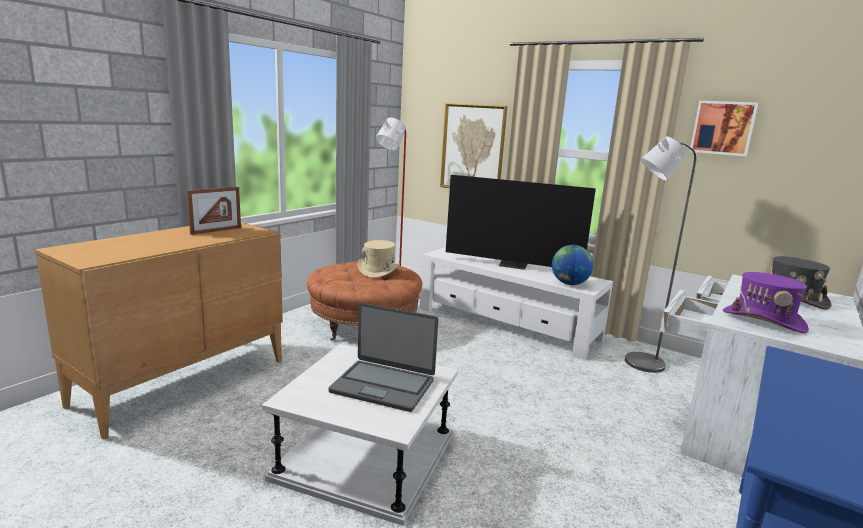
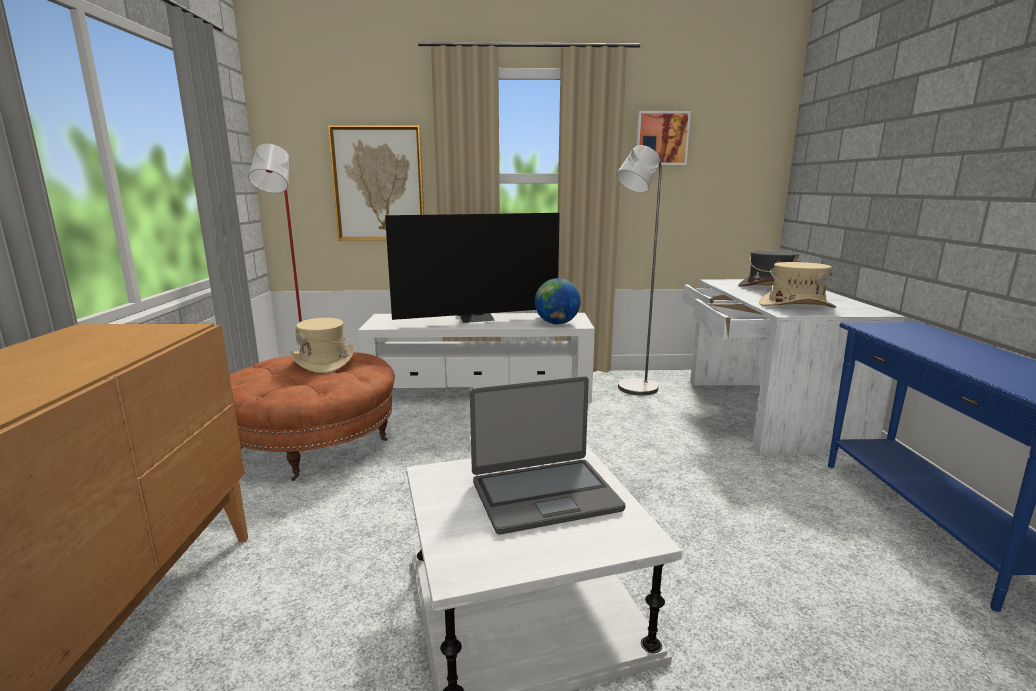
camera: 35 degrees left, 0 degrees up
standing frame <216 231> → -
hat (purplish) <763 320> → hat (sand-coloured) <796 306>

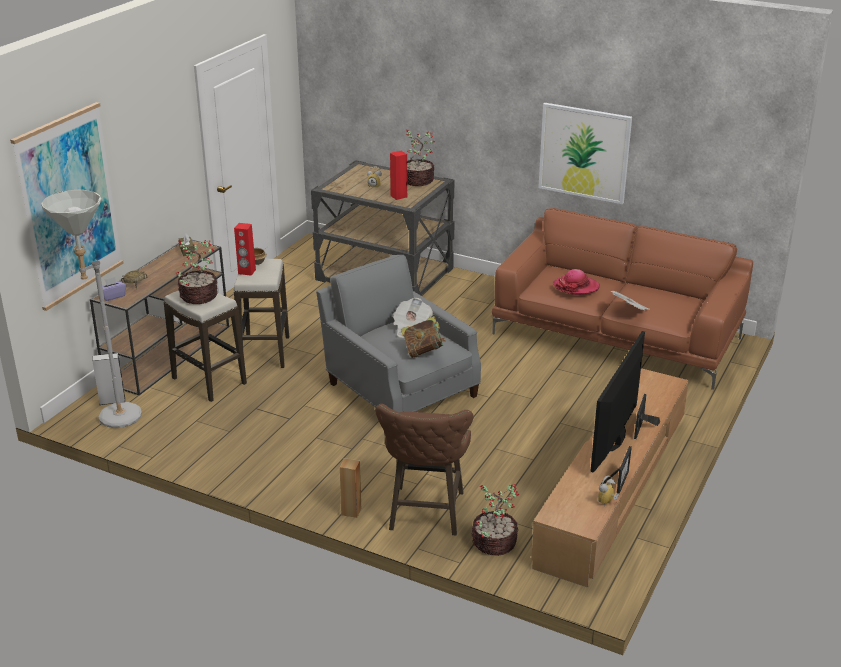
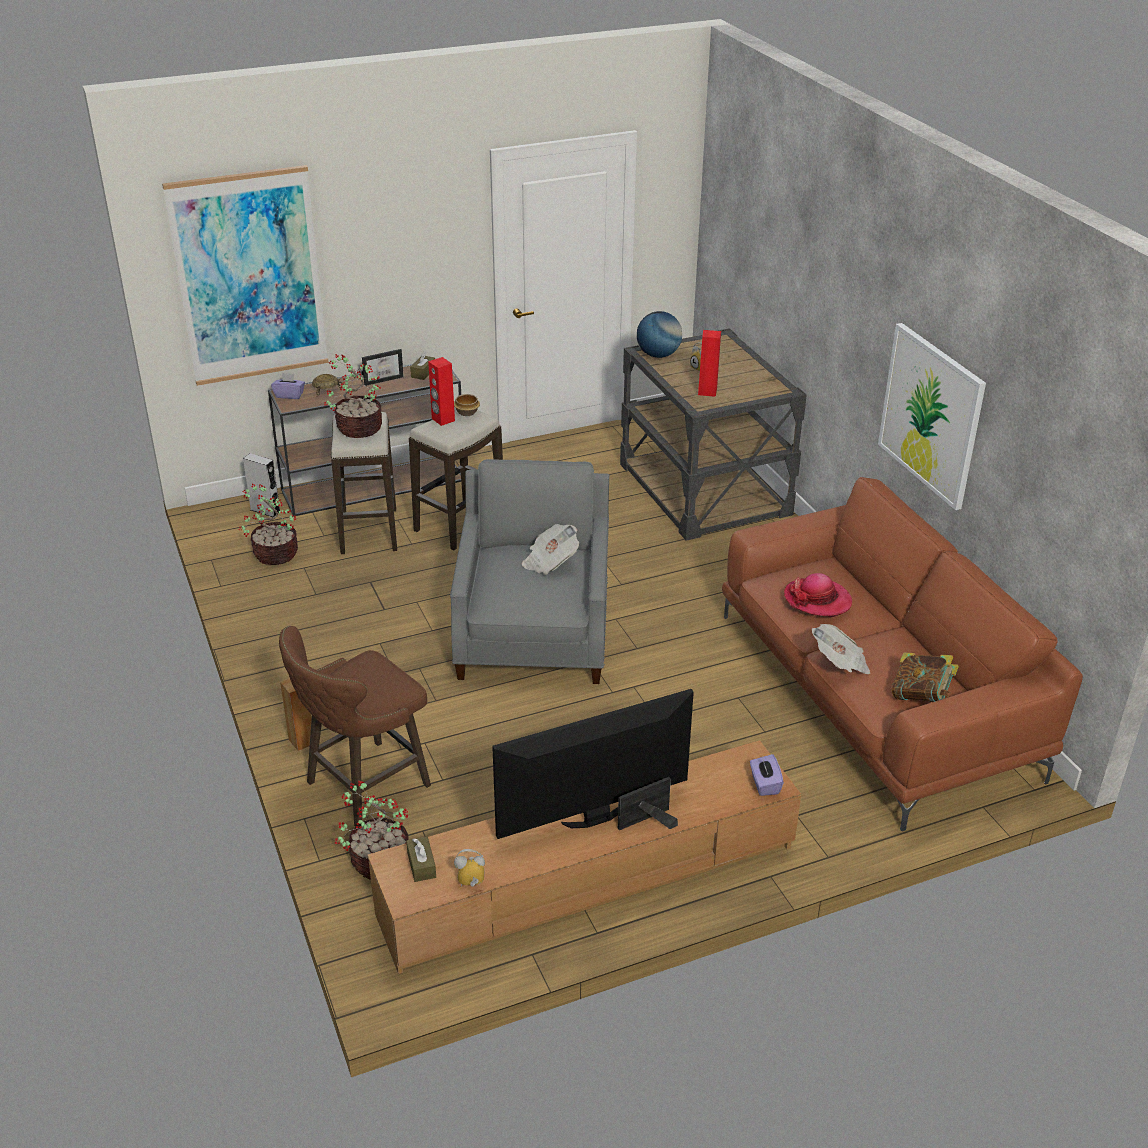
camera: 40 degrees right, 5 degrees up
standing lamp (gray) <111 419> → -
- → tissue holder (brown-coloured) <421 865>
- → world globe <658 355>
- → tissue holder (purplish) <764 784>
book <423 351> → book <921 696>, relocated
plant in a pot <417 181> → plant in a pot <274 554>, relocated
standing frame <618 481> → standing frame <383 379>, relocated

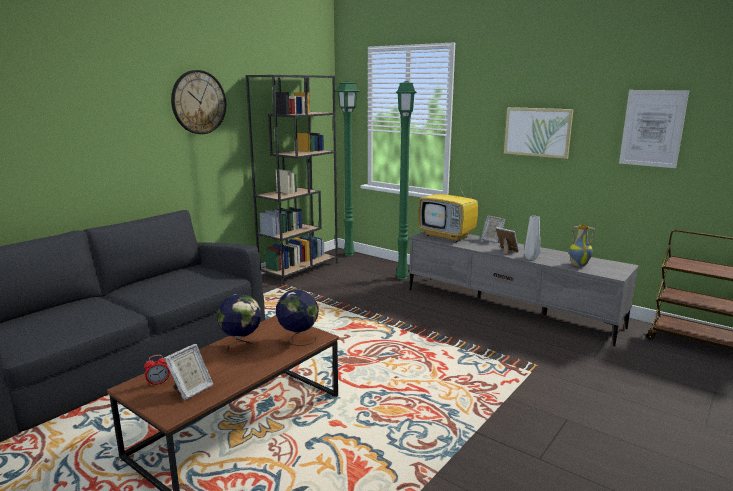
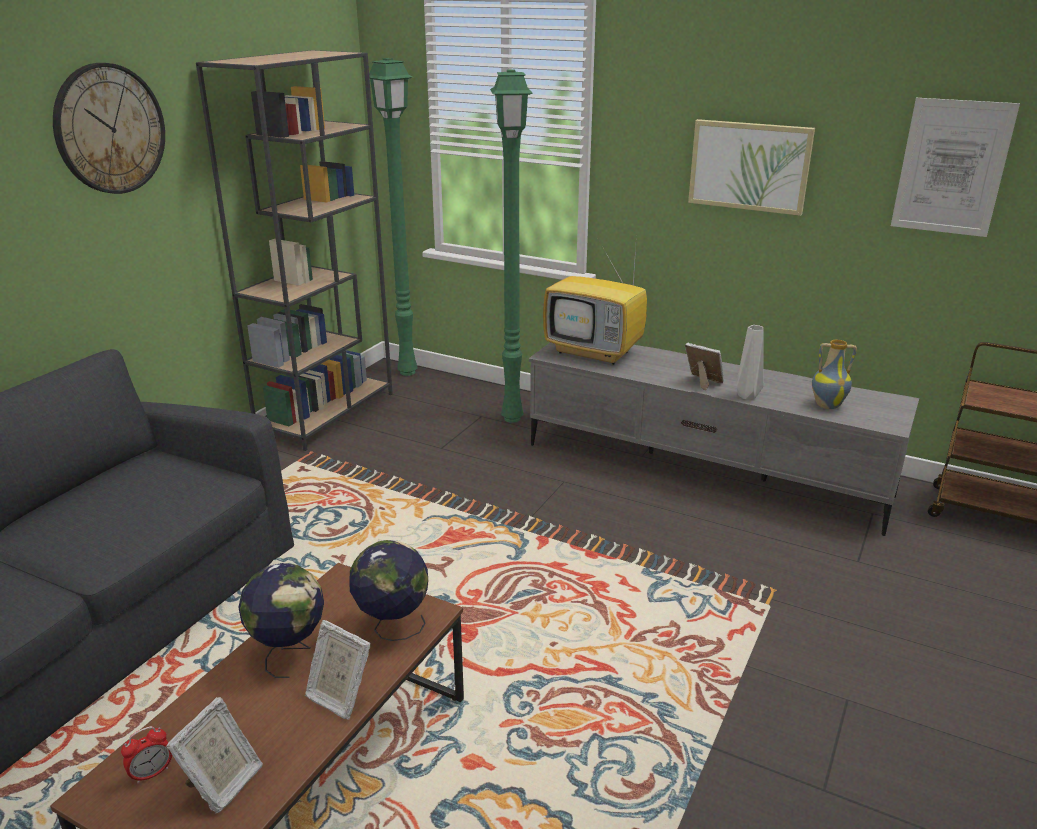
camera: 10 degrees left, 10 degrees up
standing frame <491 240> → standing frame <339 696>, relocated

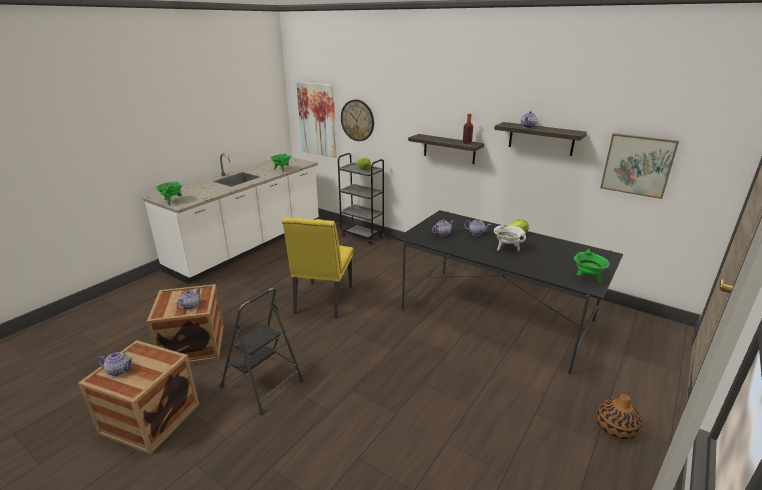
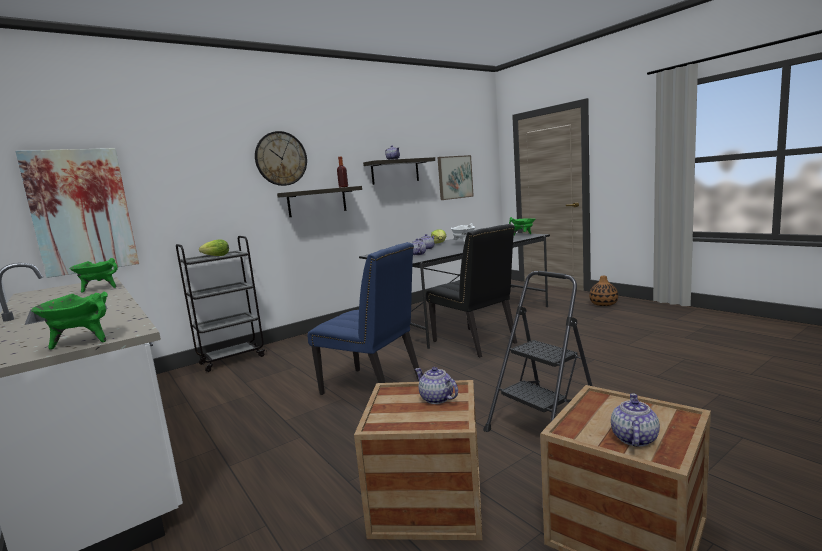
camera: 70 degrees left, 15 degrees down
- → plain chair (black-coloured) <473 342>
wall clock <357 120> → wall clock <281 158>, relocated
plain chair (yellowish) <323 299> → plain chair (bluish) <371 387>

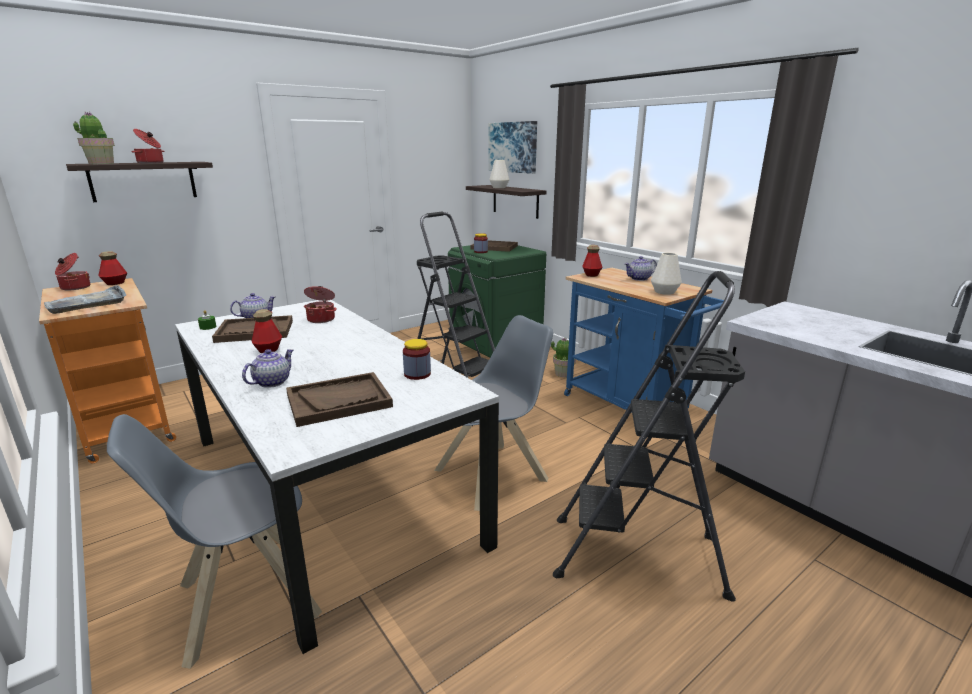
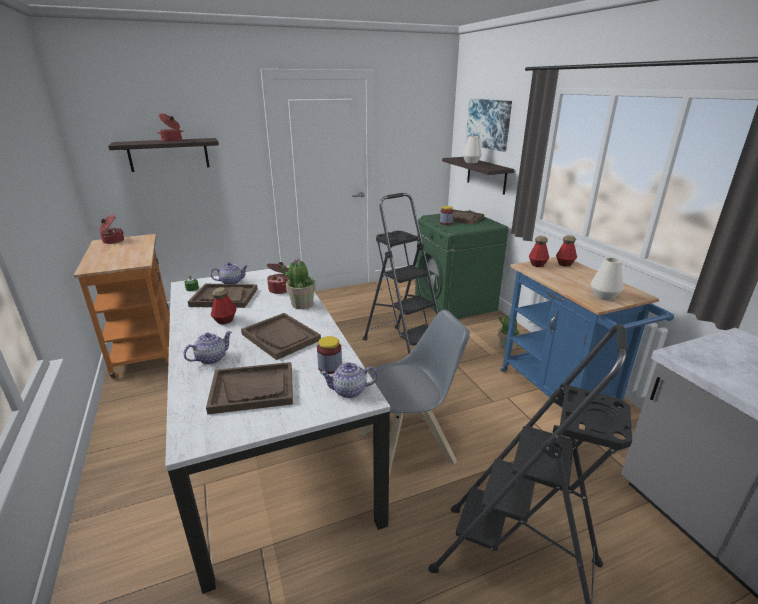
camera: 15 degrees right, 5 degrees up
carrying tray (gray) <87 303> → -
plain chair (gray) <243 601> → -
- → carrying tray (brown-coloured) <281 337>
plant in a pot <101 163> → plant in a pot <302 304>, relocated
beverage bottle <115 283> → beverage bottle <565 264>, relocated
teapot <639 279> → teapot <349 391>, relocated

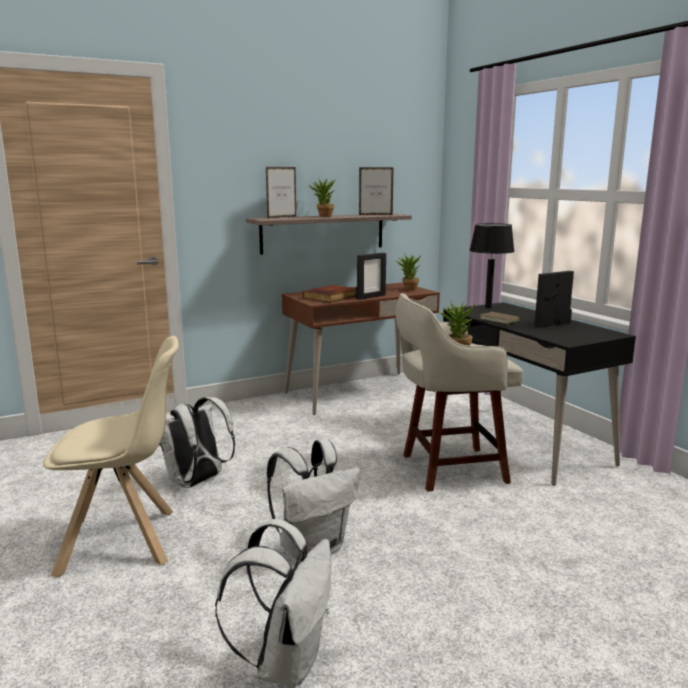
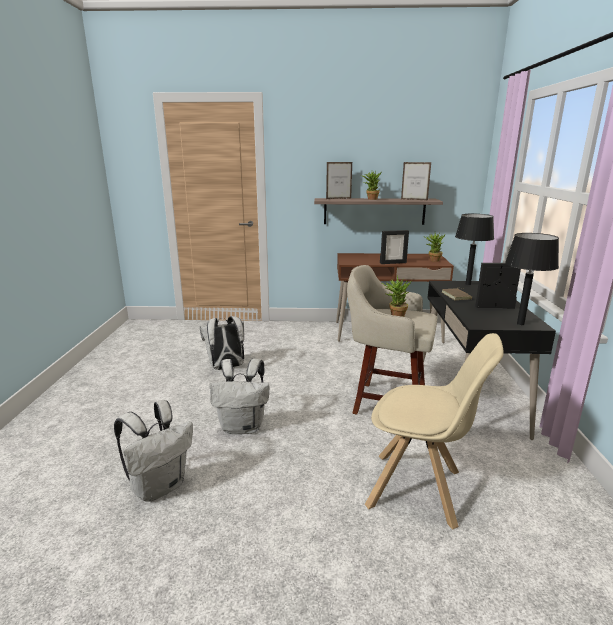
camera: 30 degrees right, 5 degrees up
book <331 297> → -
- → table lamp (black-coloured) <520 323>
plain chair (sand-coloured) <125 541> → plain chair (sand-coloured) <420 489>, relocated

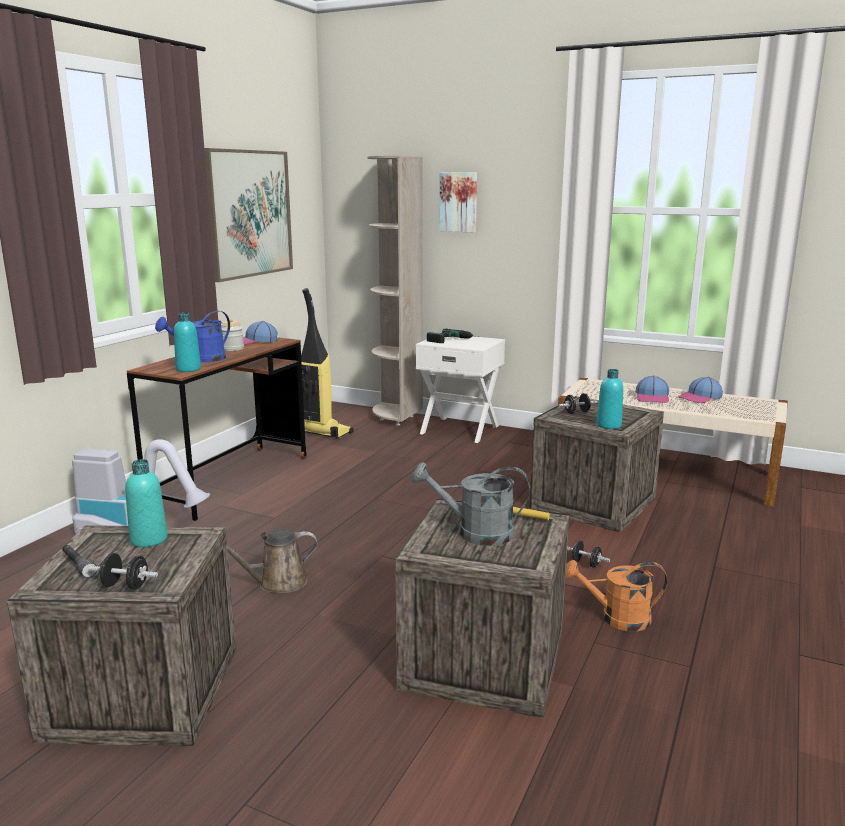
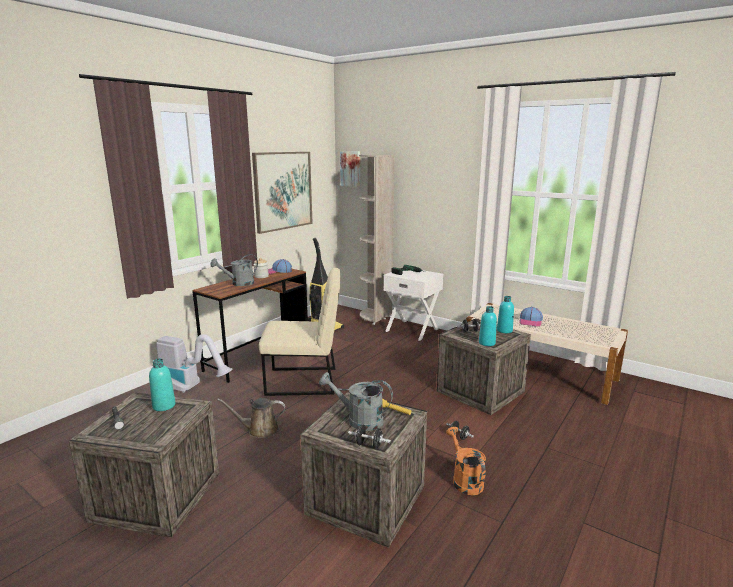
camera: 10 degrees right, 0 degrees up
peaked cap <700 398> → -
- → plain chair (sand-coloured) <304 381>
free weight (black-coloured) <125 586> → free weight (black-coloured) <369 445>, relocated
beverage bottle (turquoise) <188 369> → beverage bottle (turquoise) <504 330>, relocated
wall art <459 202> → wall art <351 168>, relocated
watering can (bluish) <201 359> → watering can (gray) <239 284>
watering can (orangey) <616 619> → watering can (orangey) <464 480>, 60 degrees clockwise

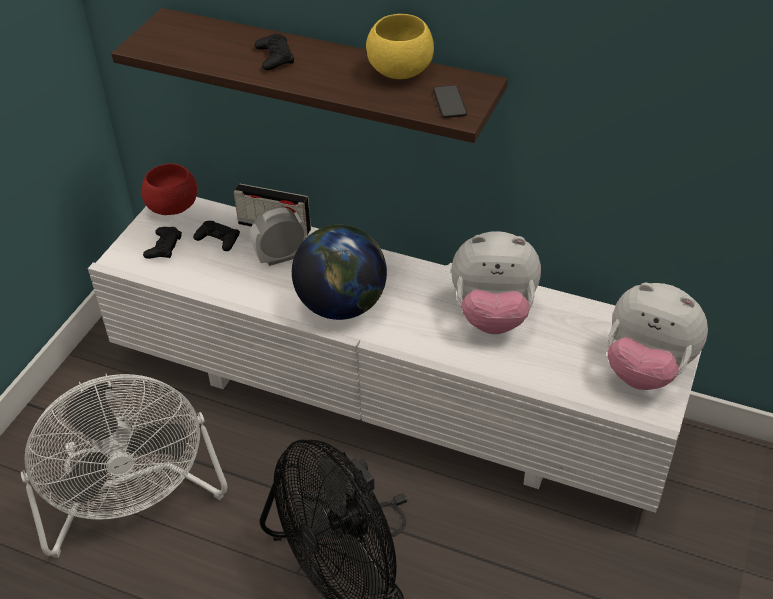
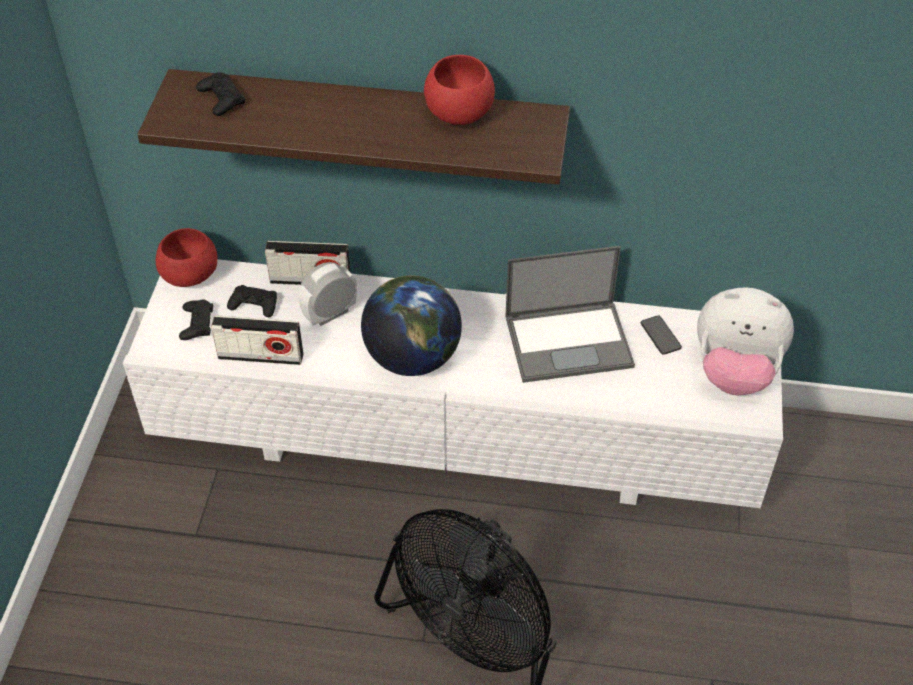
camera: 15 degrees left, 5 degrees up
fan (white) <125 501> → -
- → radio receiver <260 356>
game controller (black-coloured) <274 57> → game controller (black-coloured) <221 98>, relocated
handset <449 102> → handset <660 335>, relocated
soft toy <493 315> → portable computer <570 341>
serving bowl (yellowish) <399 72> → serving bowl (reddish) <458 115>

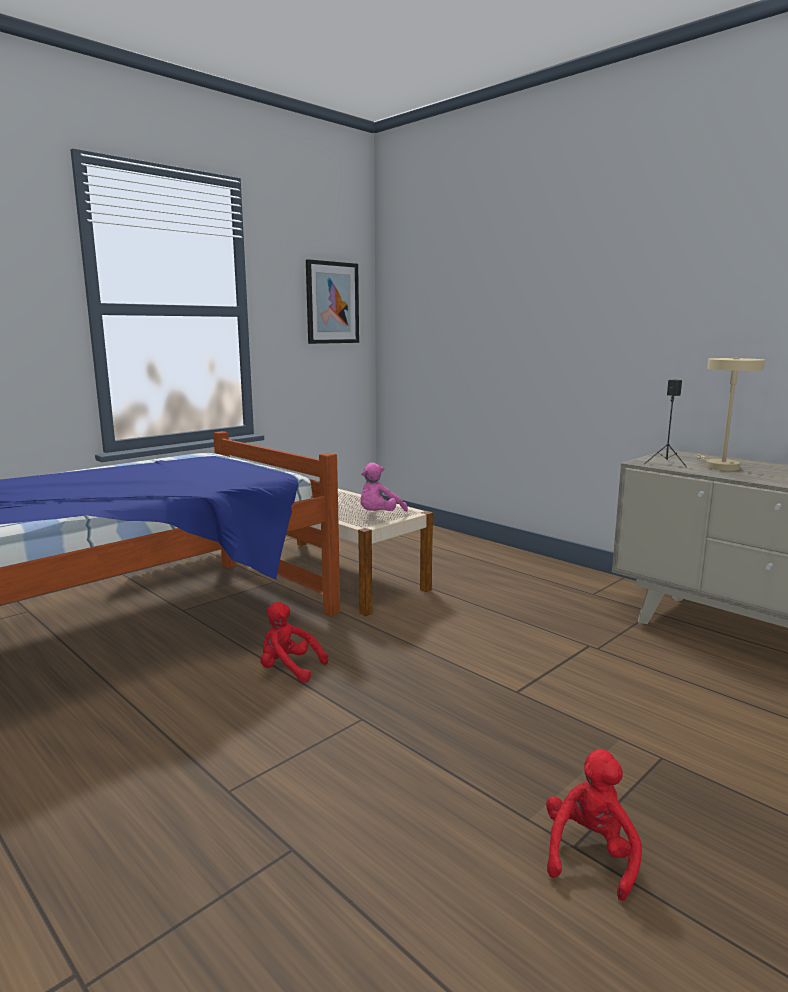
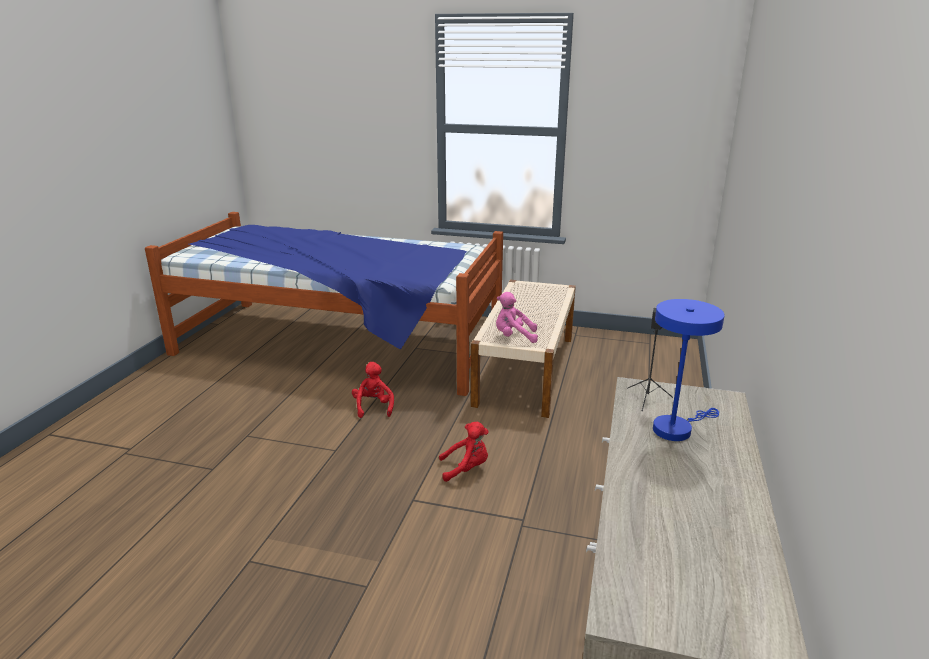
camera: 60 degrees right, 10 degrees up
wall art <332 303> → -
soft toy (reddish) <590 854> → soft toy (reddish) <466 468>, relocated
table lamp (sand-coloured) <719 466> → table lamp (bluish) <676 428>

